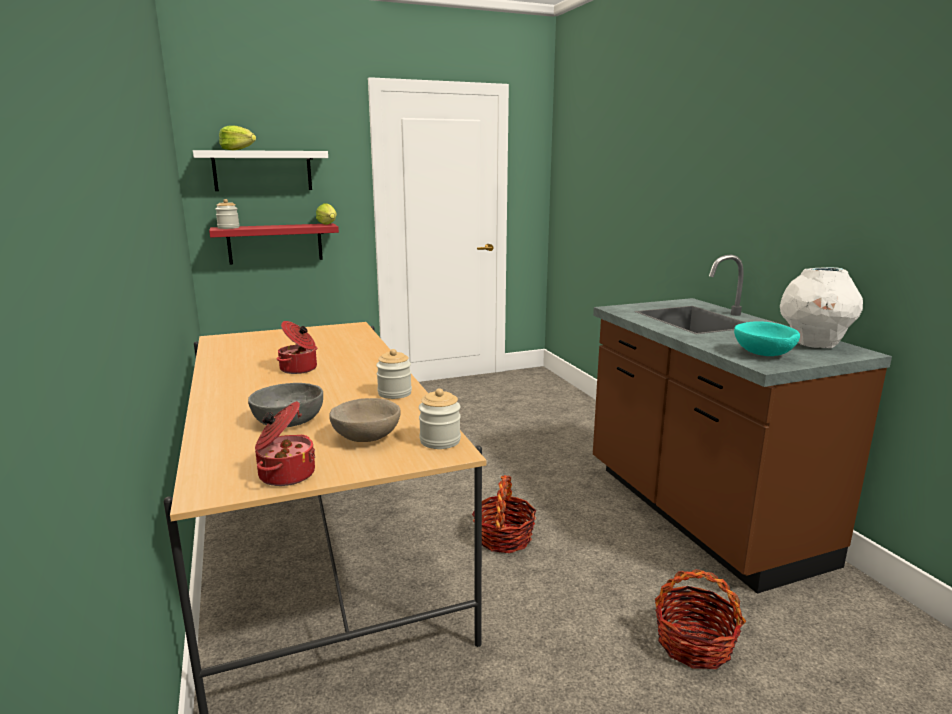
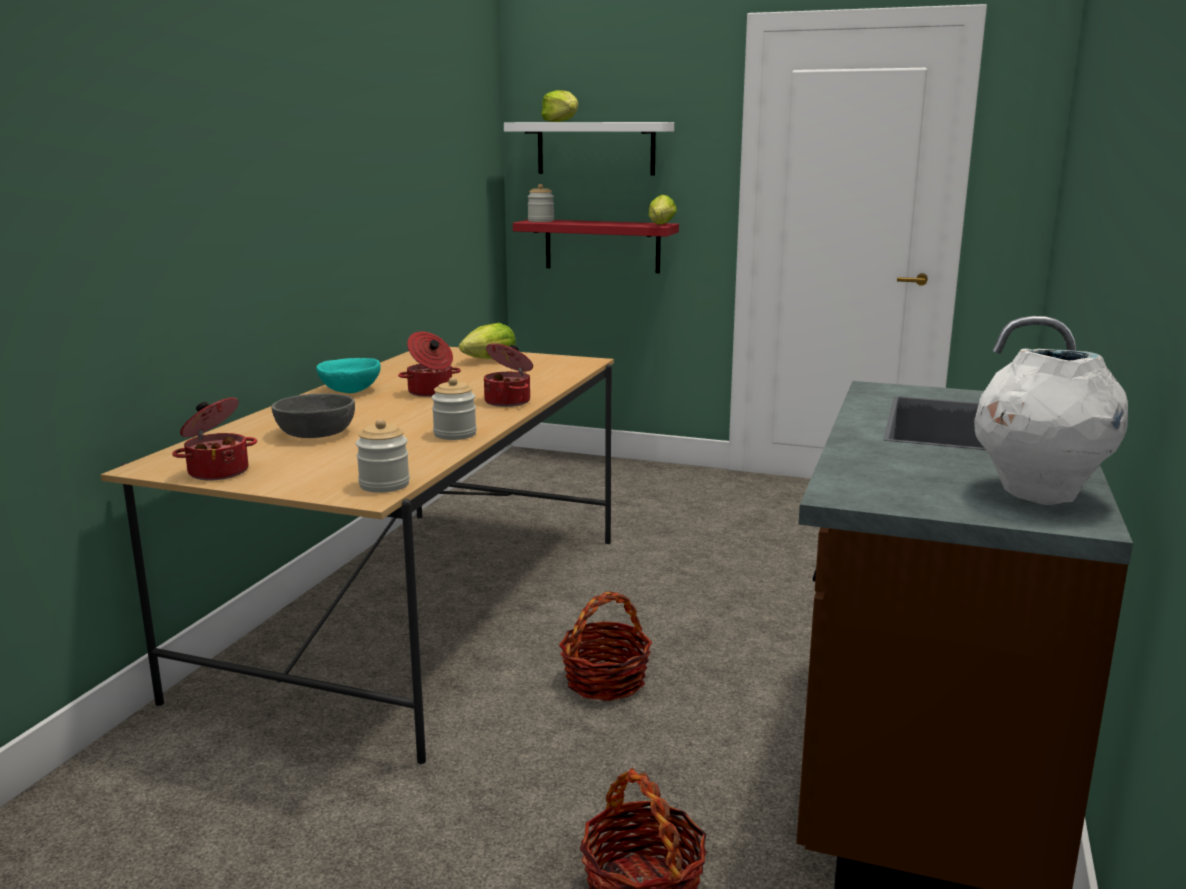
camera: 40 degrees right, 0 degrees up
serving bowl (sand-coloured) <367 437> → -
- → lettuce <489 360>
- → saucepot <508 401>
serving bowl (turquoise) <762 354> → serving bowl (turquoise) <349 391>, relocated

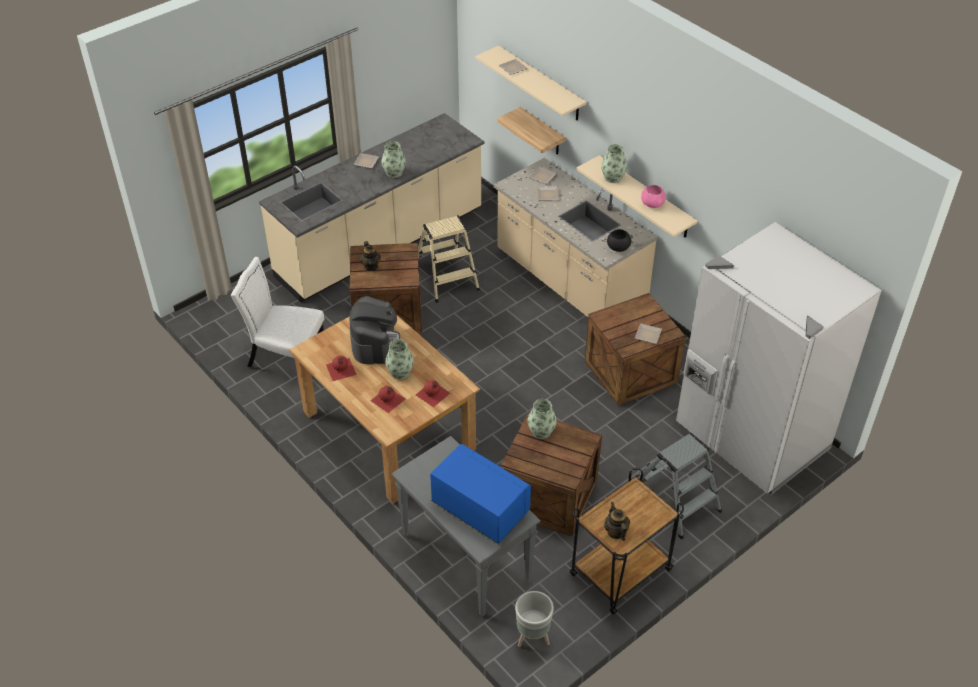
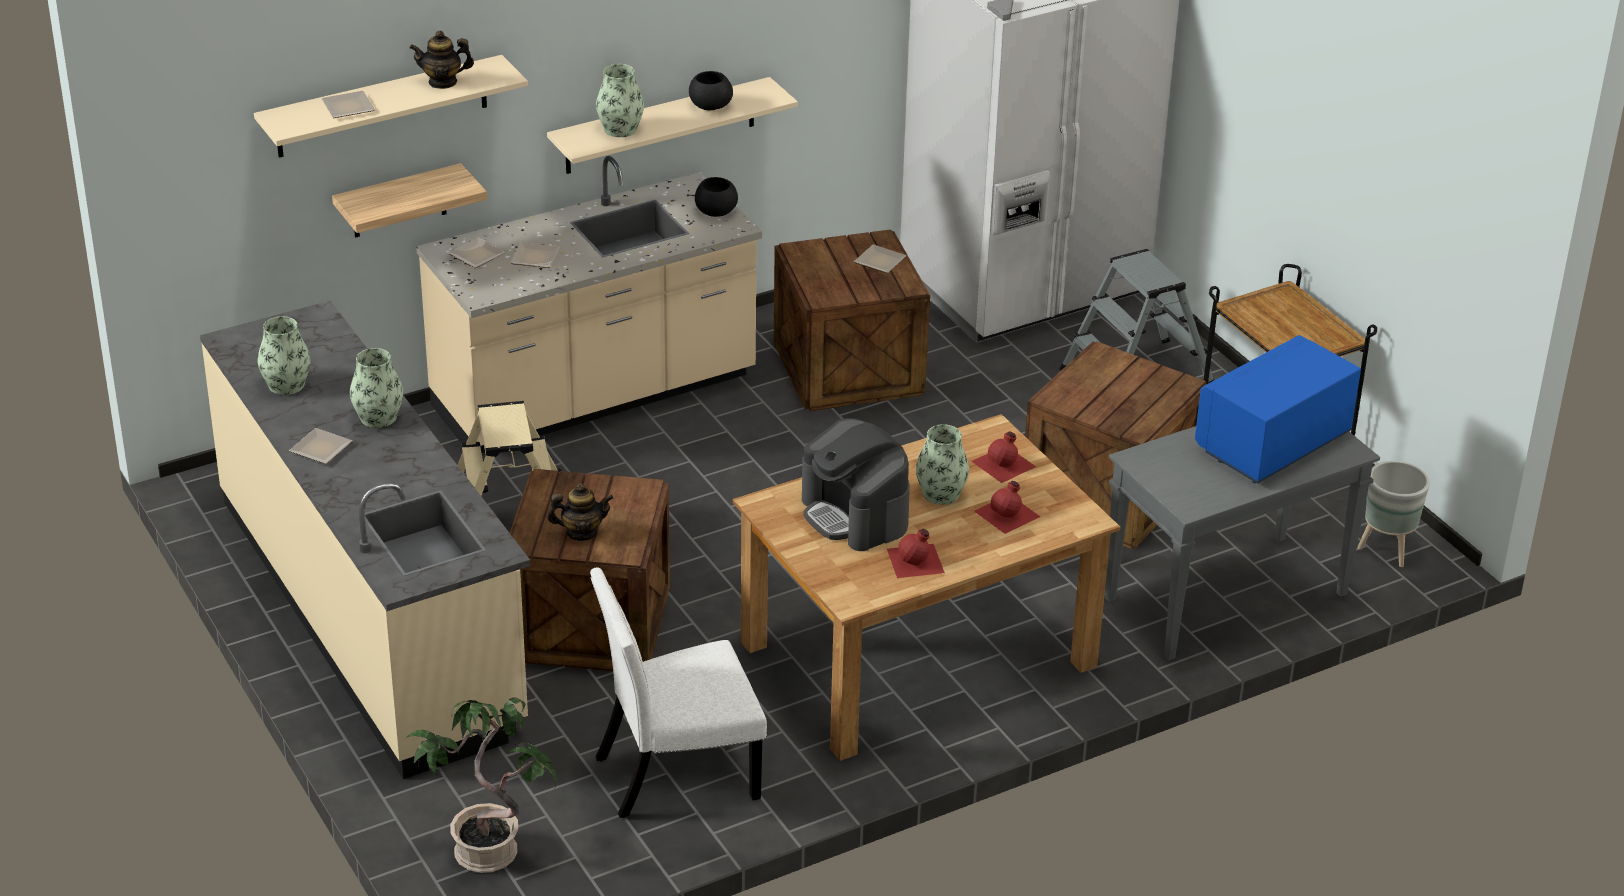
camera: 80 degrees left, 10 degrees down
- → plant in a pot <488 849>
flower vase <541 431> → flower vase <286 385>, relocated
teapot <616 532> → teapot <443 82>, relocated
serving bowl (pink) <652 203> → serving bowl (black-coloured) <710 106>
plain chair (white) <287 359> → plain chair (white) <679 773>, 45 degrees clockwise
coffee maker <375 343> → coffee maker <855 515>, 135 degrees counterclockwise

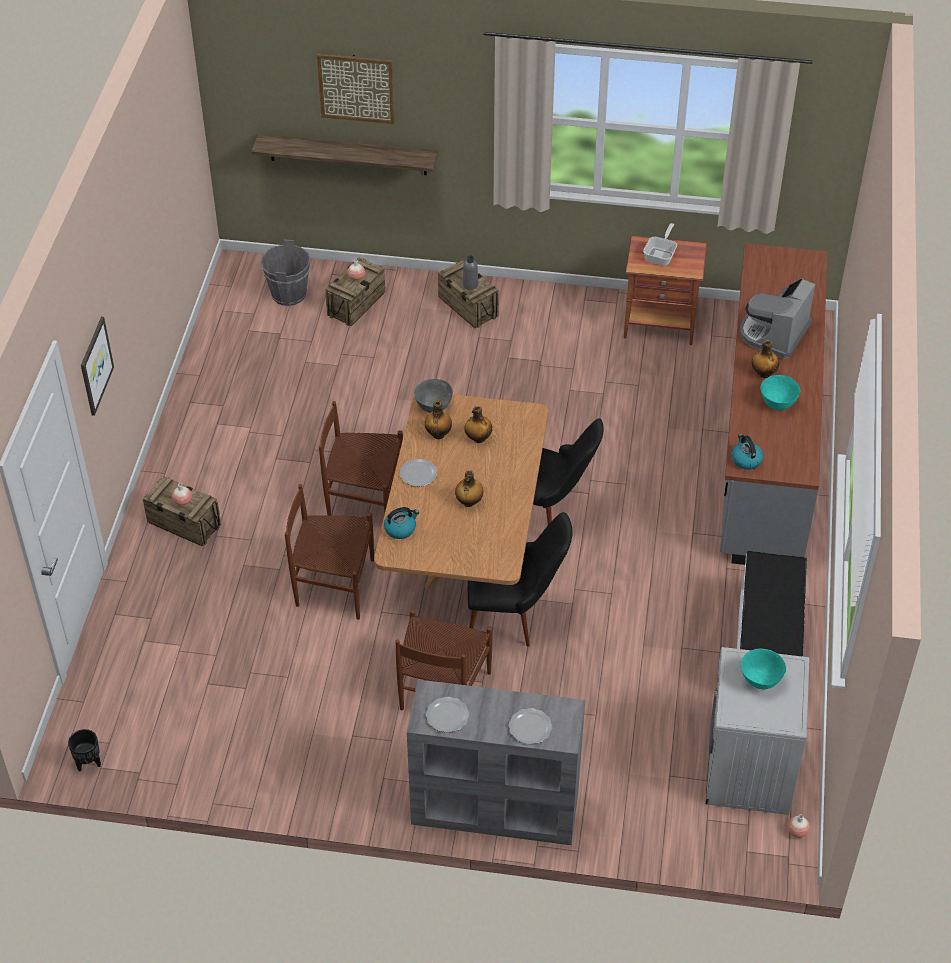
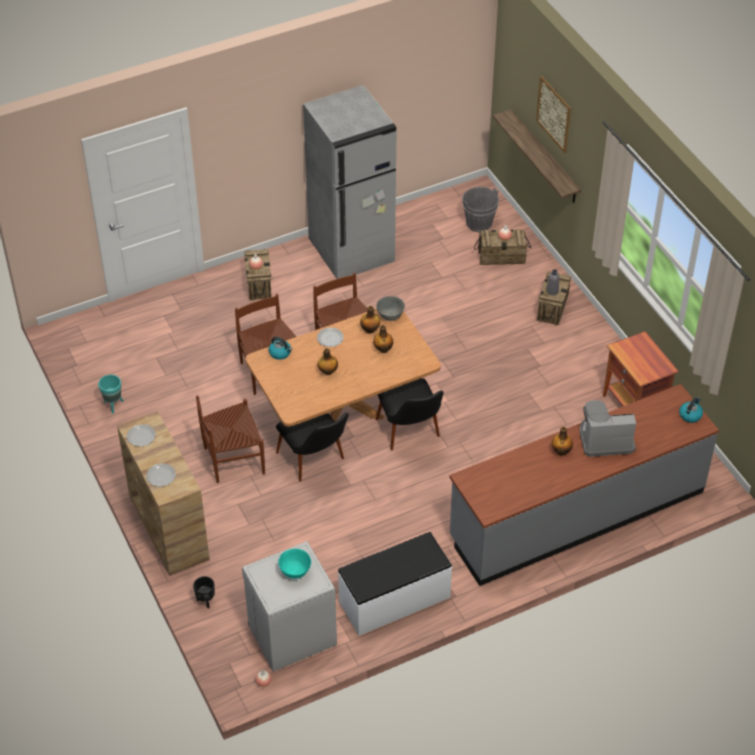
camera: 55 degrees right, 0 degrees up
wall art <95 365> → -
frying pan <661 255> → -
serving bowl (turquoise) <778 404> → -
- → plant pot (turquoise) <113 405>
- → fridge (gray) <352 249>
plant pot (black-coloured) <88 763> → plant pot (black-coloured) <205 601>, relocated
water kettle <746 459> → water kettle <690 415>, relocated
bookshelf (gray) <495 809> → bookshelf (brown-coloured) <168 527>

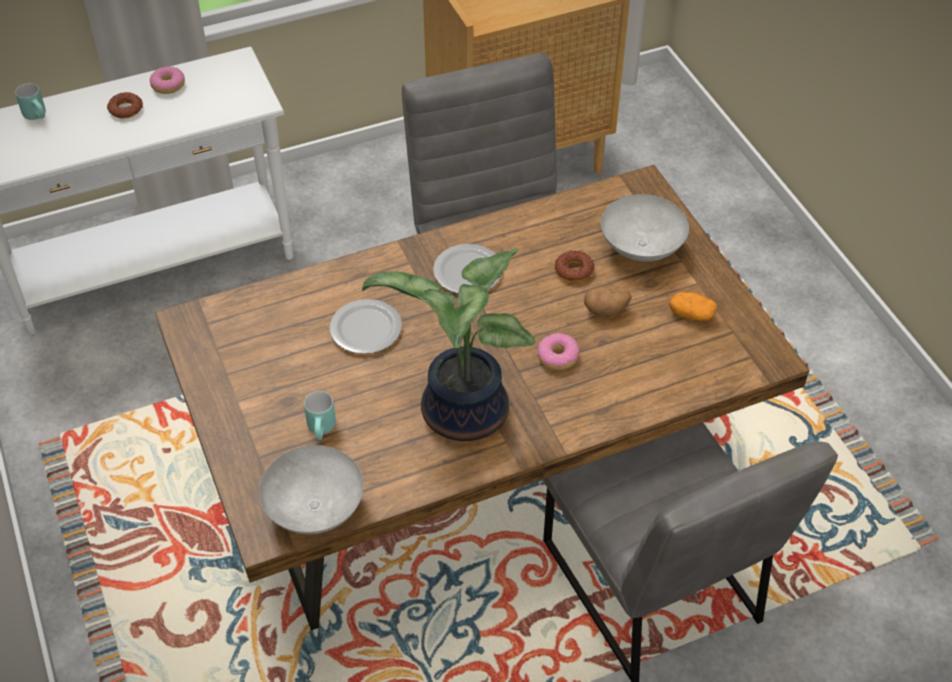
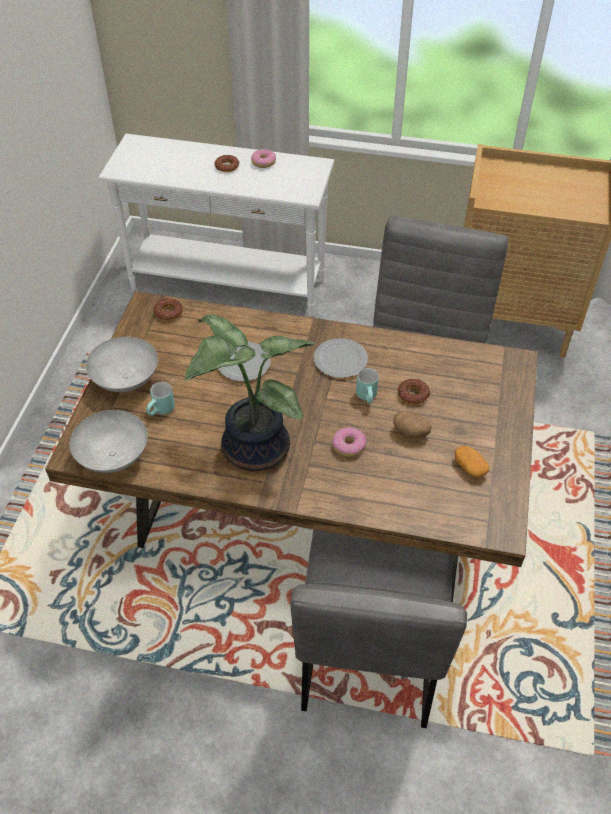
camera: 35 degrees right, 0 degrees up
- → doughnut <168 312>
tea mug (turquoise) <38 115> → tea mug (turquoise) <368 397>, relocated
serving bowl (gray) <640 248> → serving bowl (gray) <124 380>, relocated

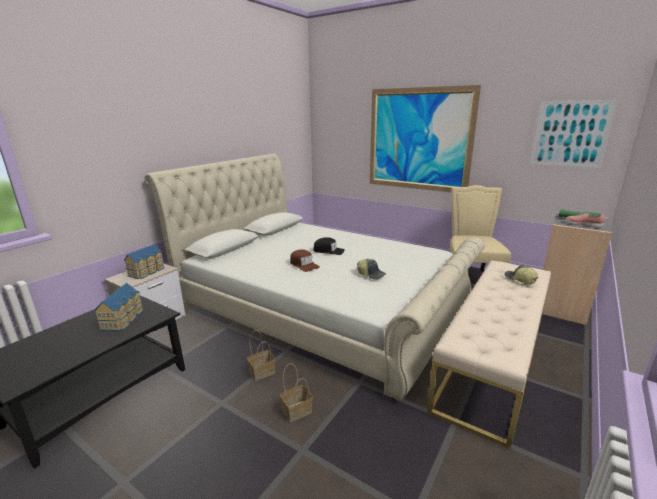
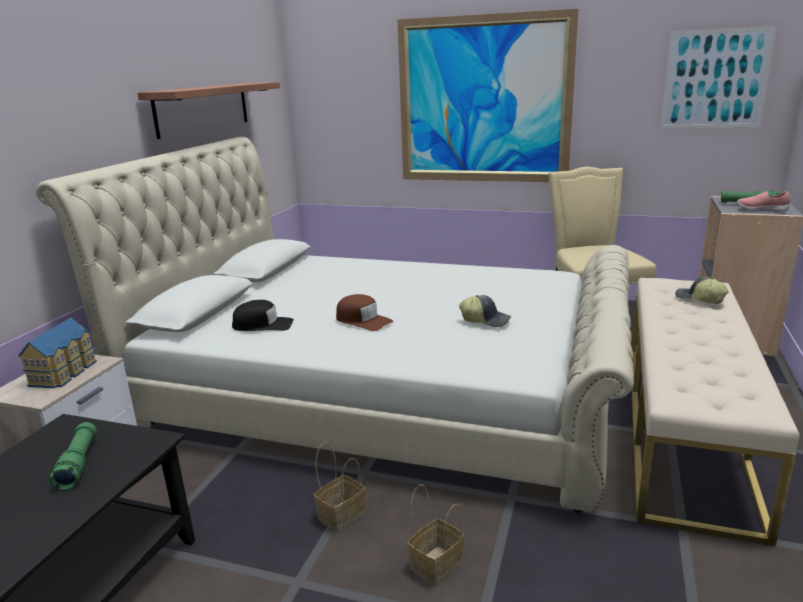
camera: 15 degrees left, 0 degrees up
- → bracket shelf <203 108>
peaked cap (black-coloured) <328 251> → peaked cap (black-coloured) <263 325>, relocated
model house <124 319> → flashlight (green) <78 464>

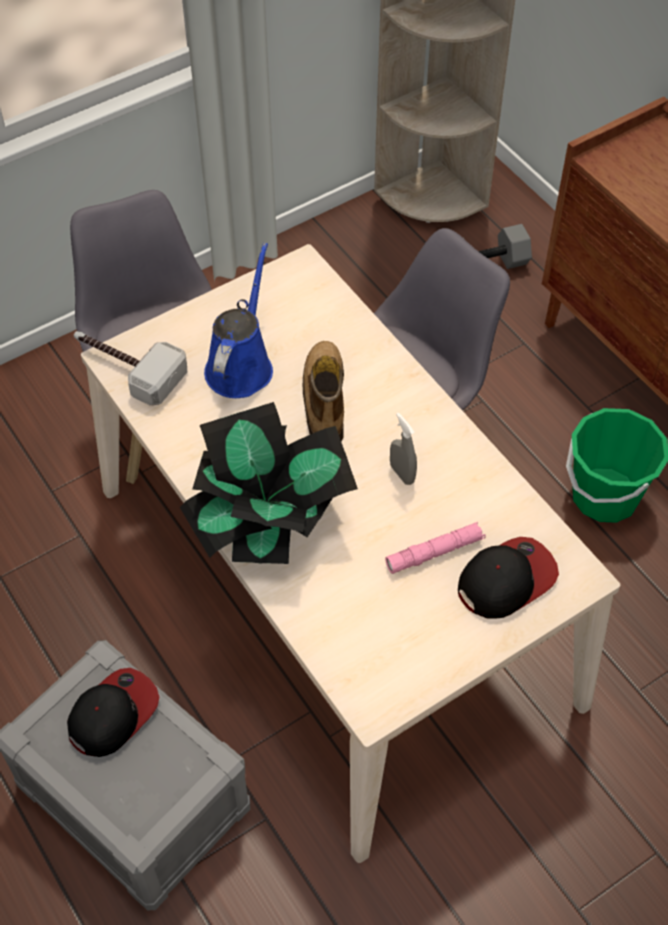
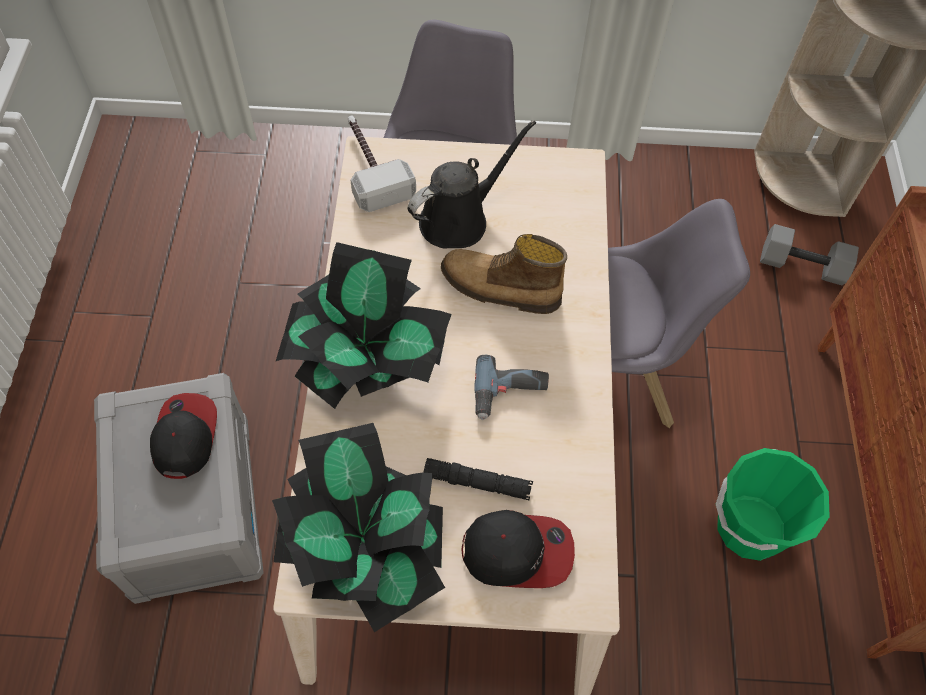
camera: 35 degrees right, 5 degrees up
- → plant in a pot <366 547>
sprayer (gray) <402 474> → drill <510 394>
watering can (bluish) <241 365> → watering can (black-coloured) <459 219>
flashlight (pink) <435 552> → flashlight (black-coloured) <477 482>
peaked cap <113 714> → peaked cap <184 436>, 75 degrees counterclockwise
tall boot <323 400> → tall boot <499 289>, 105 degrees counterclockwise

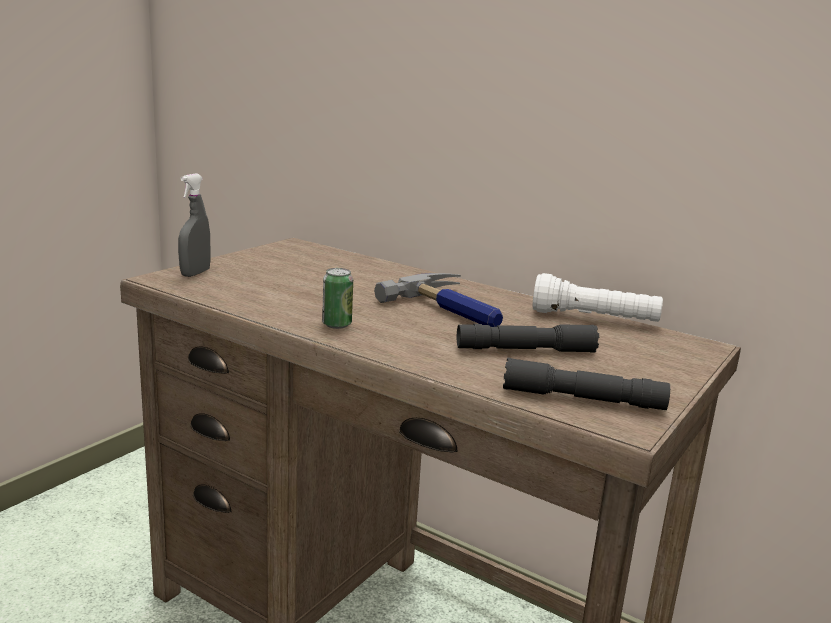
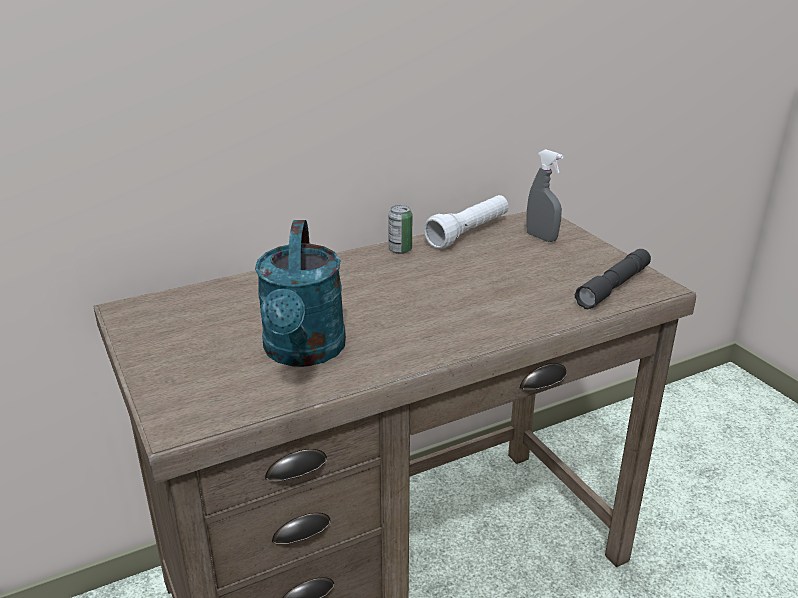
camera: 60 degrees left, 10 degrees up
hand hammer <453 310> → -
flashlight (gray) <525 350> → -
- → watering can (turquoise) <303 352>
sprayer (gray) <195 273> → sprayer (gray) <541 237>, relocated
can <337 324> → can <400 250>, relocated

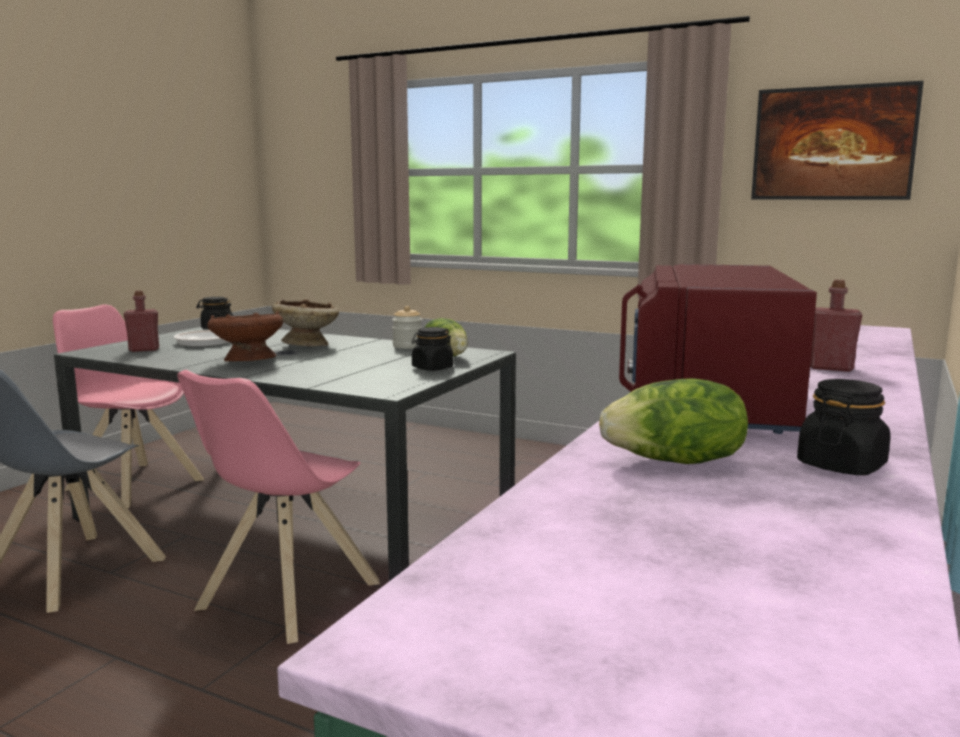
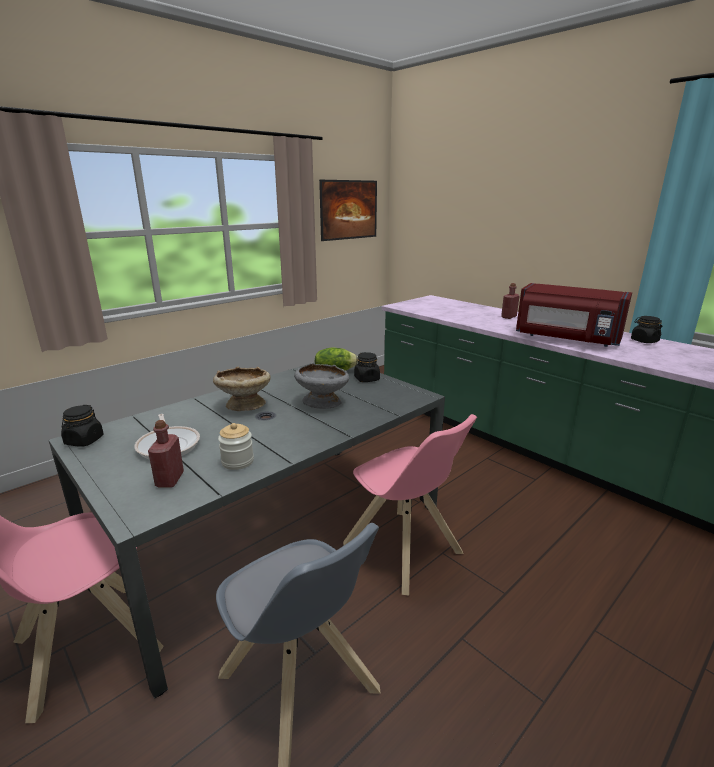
camera: 70 degrees left, 10 degrees up
serving bowl (brown-coloured) <247 361> → -
lettuce <676 462> → -
- → serving bowl (gray) <322 403>
storage jar <407 346> → storage jar <237 462>, relocated

